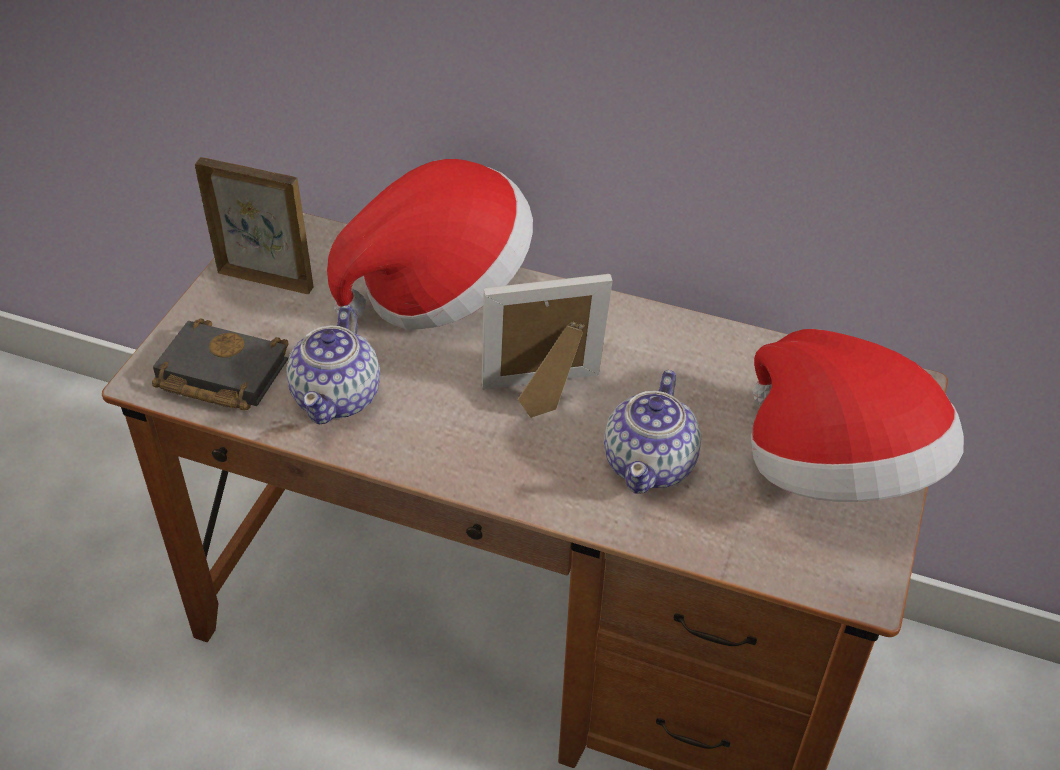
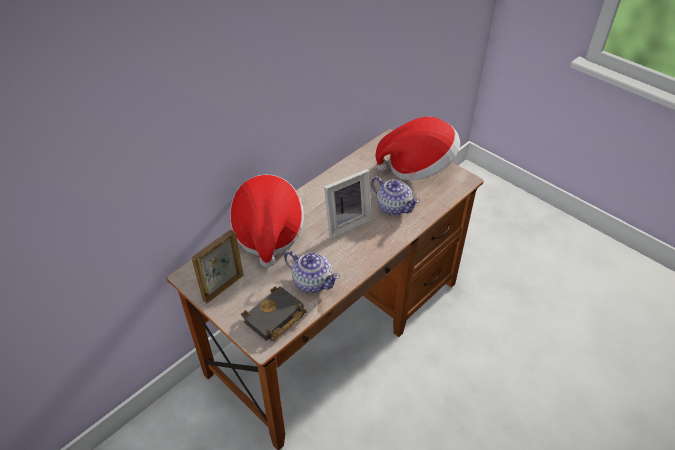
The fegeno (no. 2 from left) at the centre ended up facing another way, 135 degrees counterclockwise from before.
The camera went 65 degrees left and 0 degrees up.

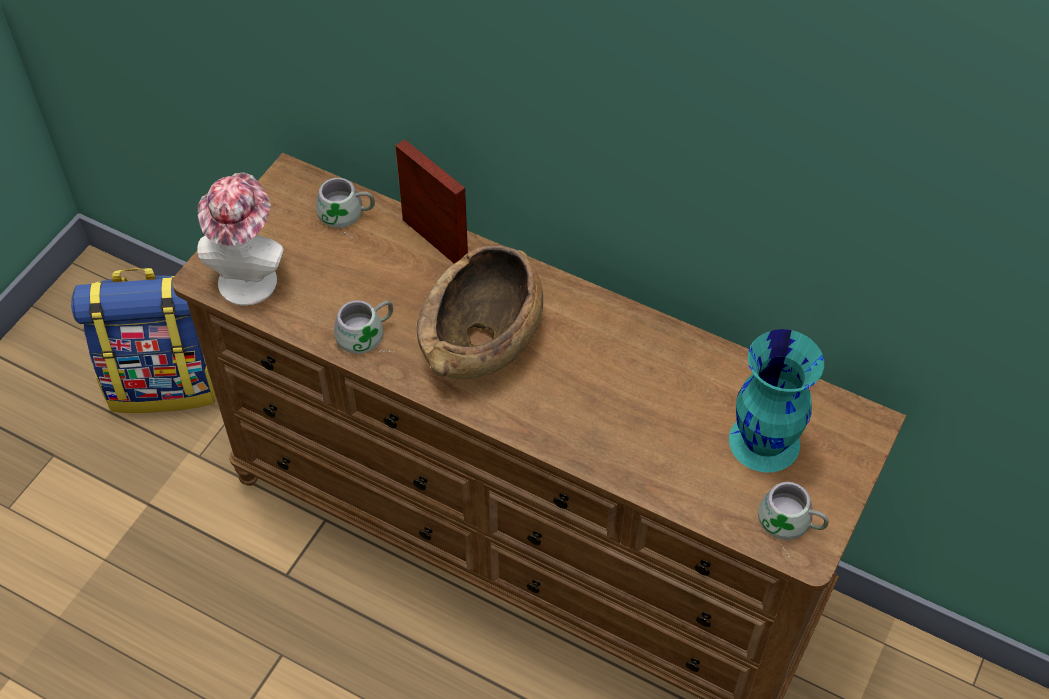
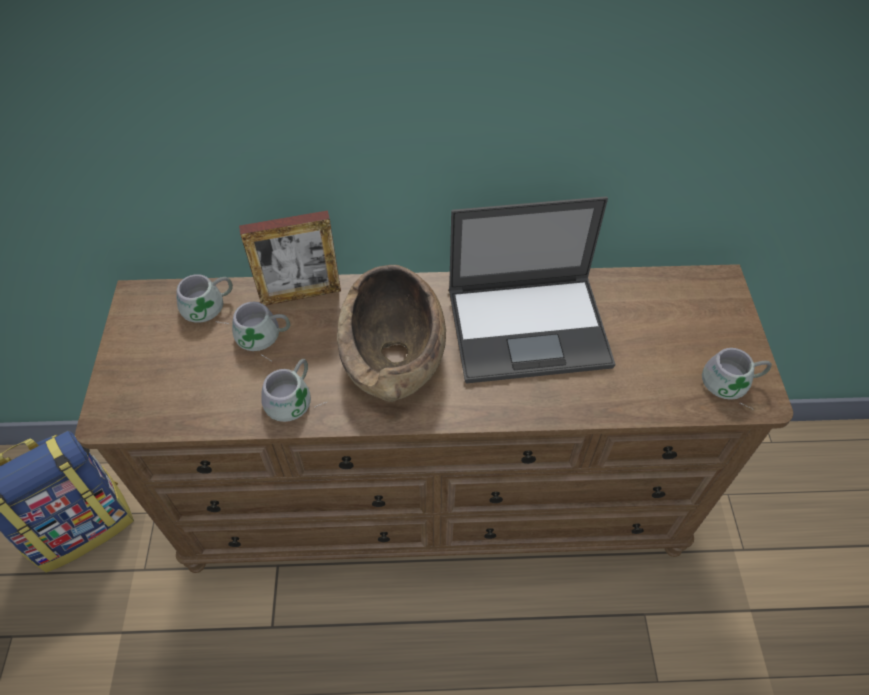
The second view gained the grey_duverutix (no. 2 from left) at the middle left.
The fegeno at the top centre ended up facing another way, 150 degrees clockwise from before.
The second view gained the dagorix at the centre.
The second view lost the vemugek at the middle left.
The second view lost the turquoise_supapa at the middle right.
The camera went 30 degrees left and 0 degrees up.

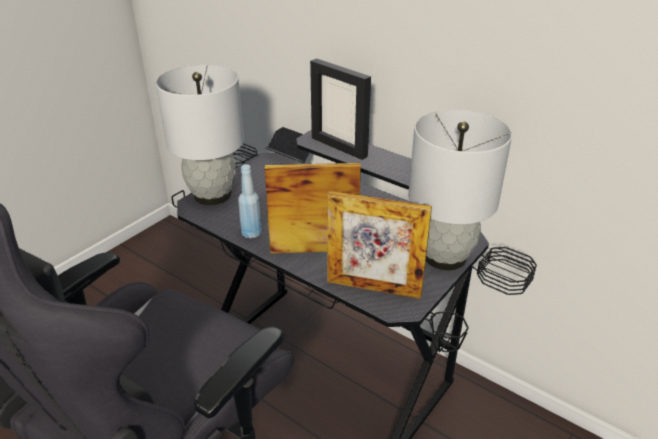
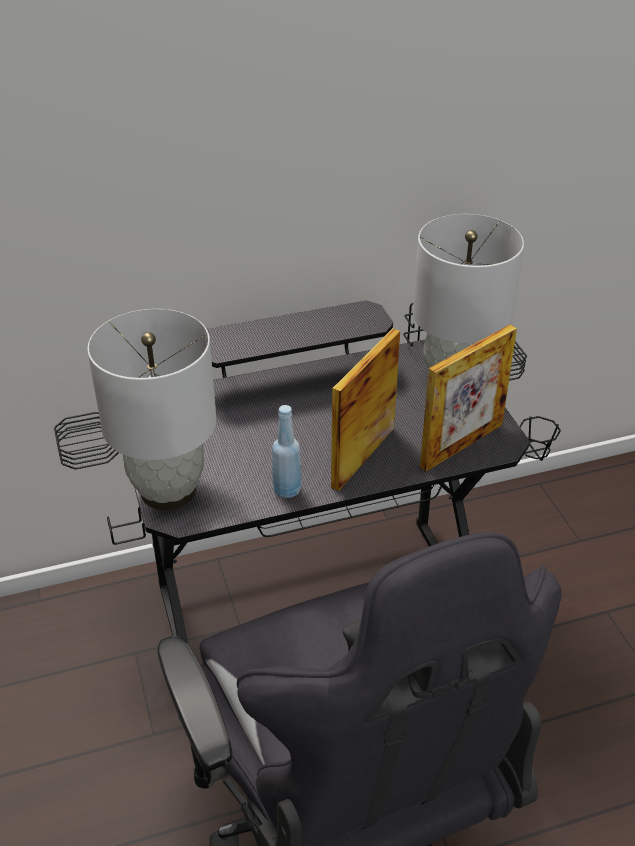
The second view lost the fegeno (no. 2 from left) at the top centre.
The camera went 55 degrees left and 5 degrees up.

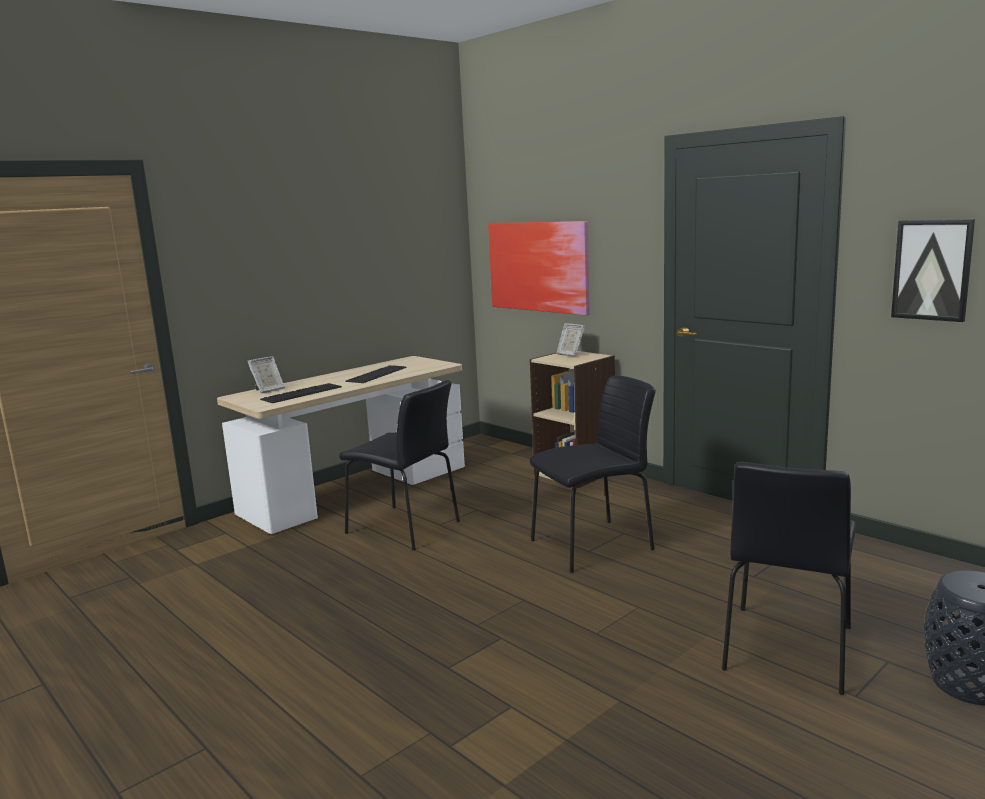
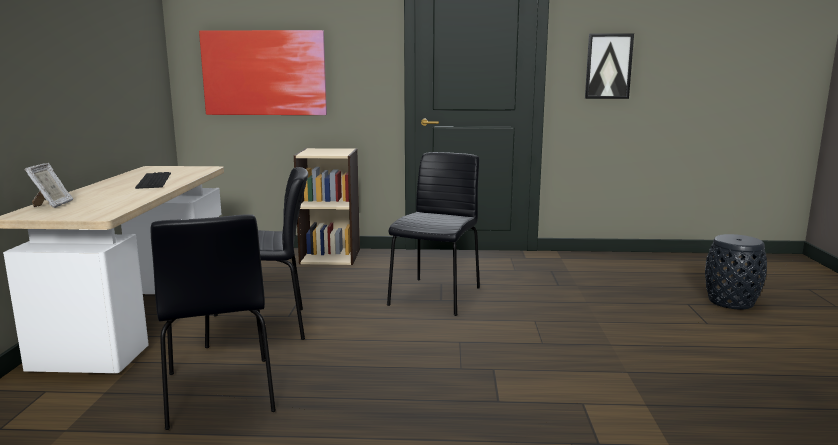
The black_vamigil (no. 3 from left in the first image) ended up elsewhere, having gone from the bottom right to the bottom left.
The second view lost the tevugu (no. 1 from left) at the middle left.
The second view lost the fegeno (no. 2 from left) at the centre.
The camera went 45 degrees left and 0 degrees up.

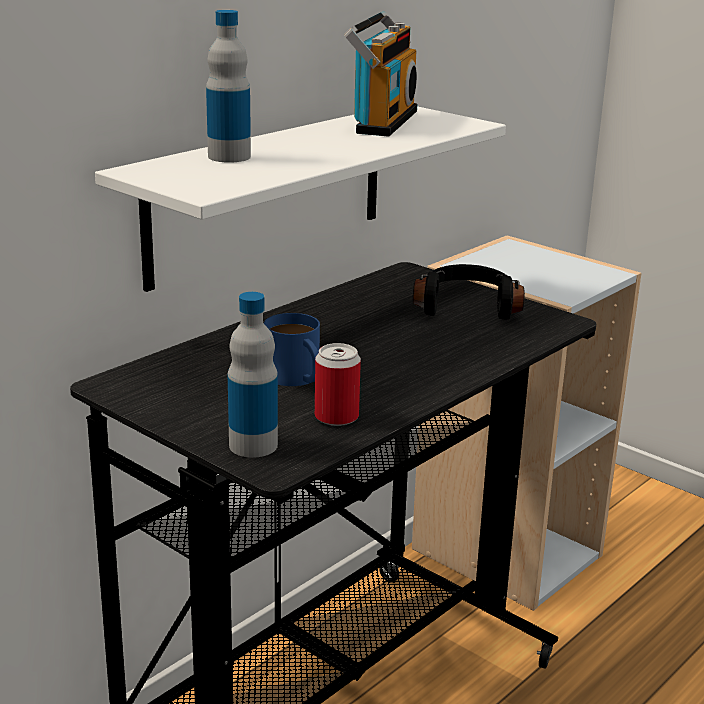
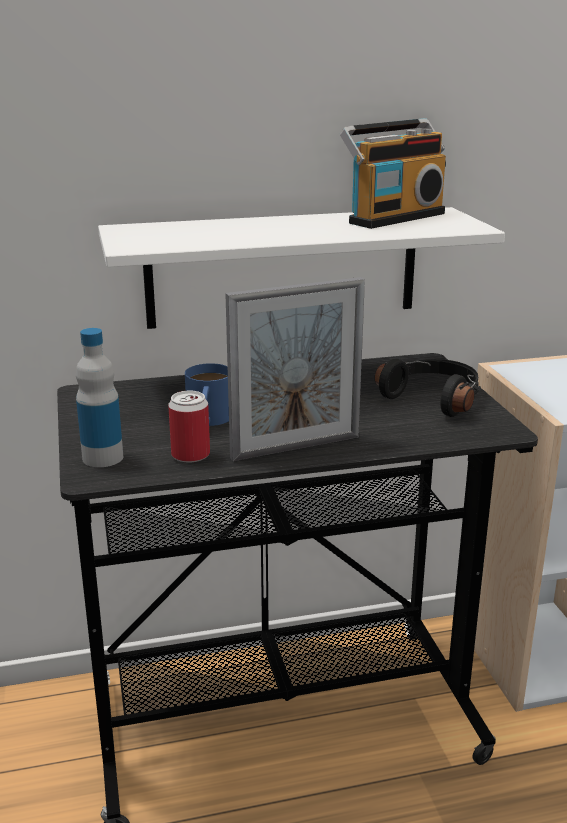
The second view gained the fegeno at the centre.
The second view lost the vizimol (no. 1 from left) at the top left.
The camera went 35 degrees right and 0 degrees up.

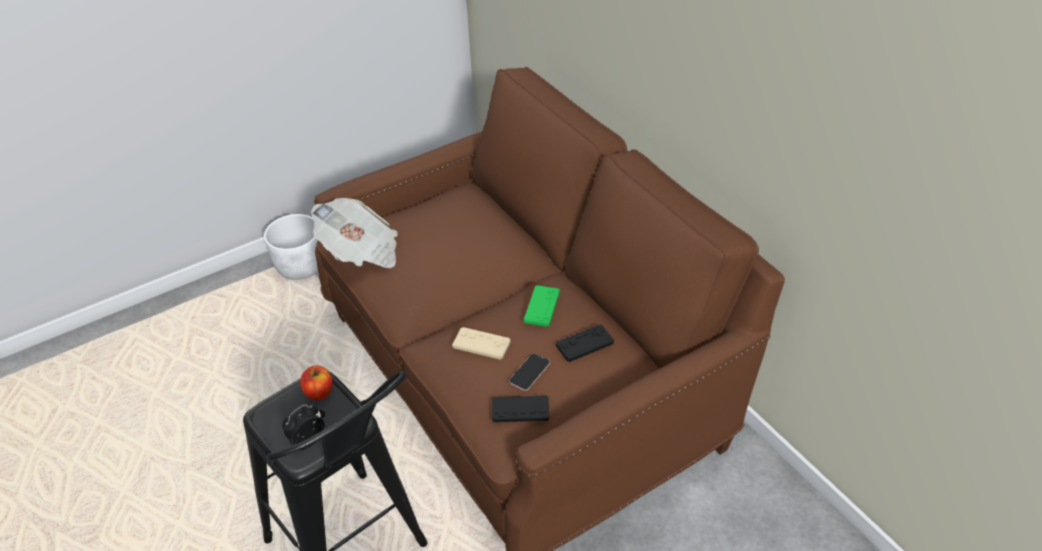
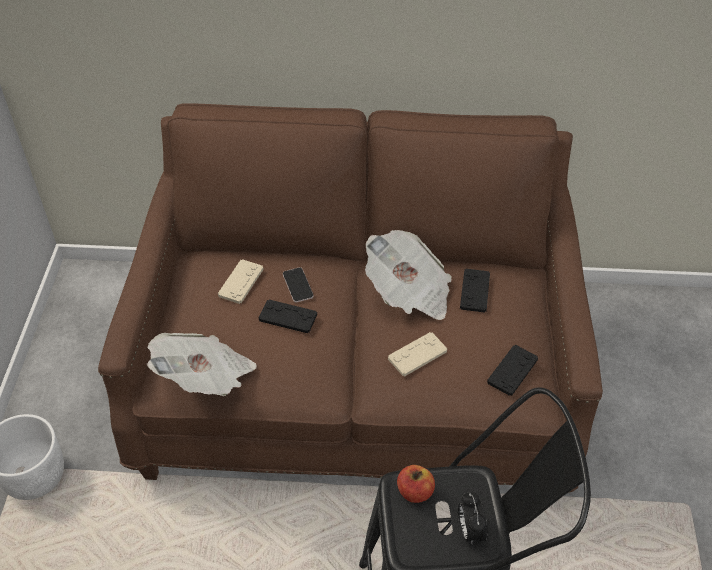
The second view gained the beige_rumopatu (no. 1 from left) at the centre.
The second view gained the black_rumopatu (no. 1 from left) at the centre.
The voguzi ended up elsewhere, having gone from the bottom centre to the centre.
Where the green_rumopatu stood at the centre, the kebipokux (no. 2 from left) came to stand at the centre.
The camera went 55 degrees left and 5 degrees up.

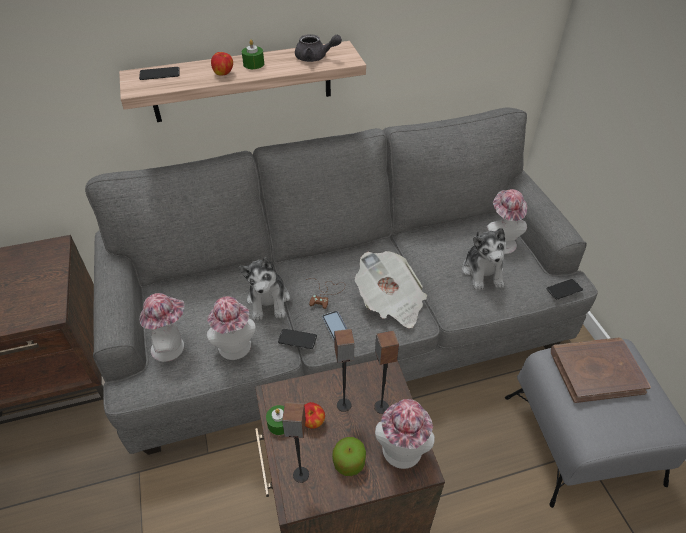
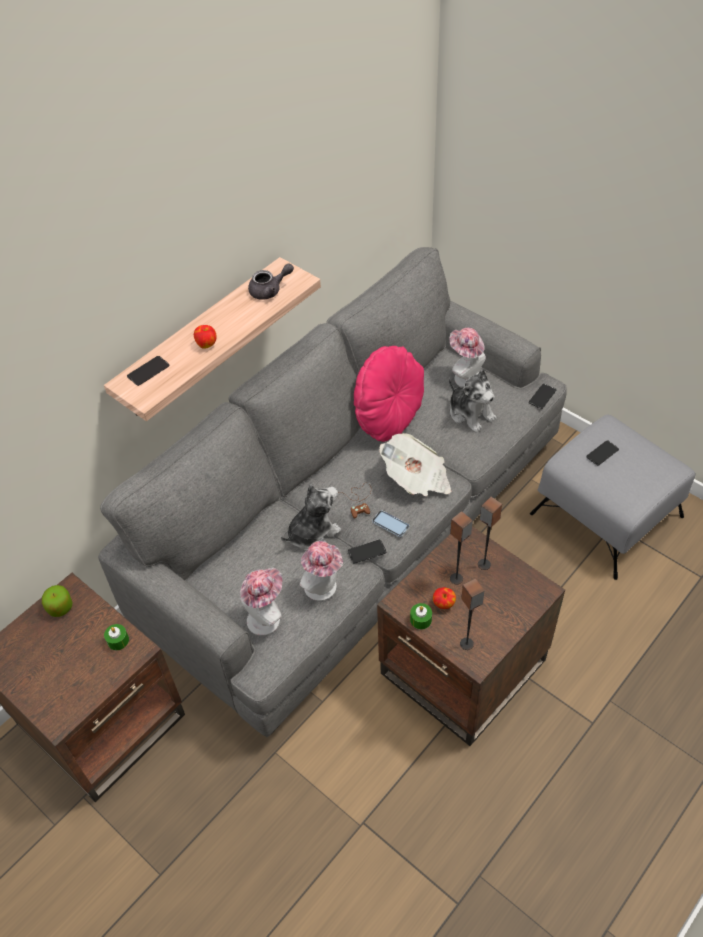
The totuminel (no. 3 from left in the first image) ended up elsewhere, having gone from the bottom centre to the middle left.
The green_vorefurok (no. 1 from left) ended up elsewhere, having gone from the top centre to the bottom left.
The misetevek (no. 1 from left) at the centre ended up facing another way, 90 degrees counterclockwise from before.
The second view gained the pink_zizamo at the centre.
Where the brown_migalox stood at the bottom right, the voguzi (no. 5 from left) came to stand at the middle right.
The second view lost the vemugek (no. 3 from left) at the bottom centre.
The camera went 30 degrees left and 5 degrees up.

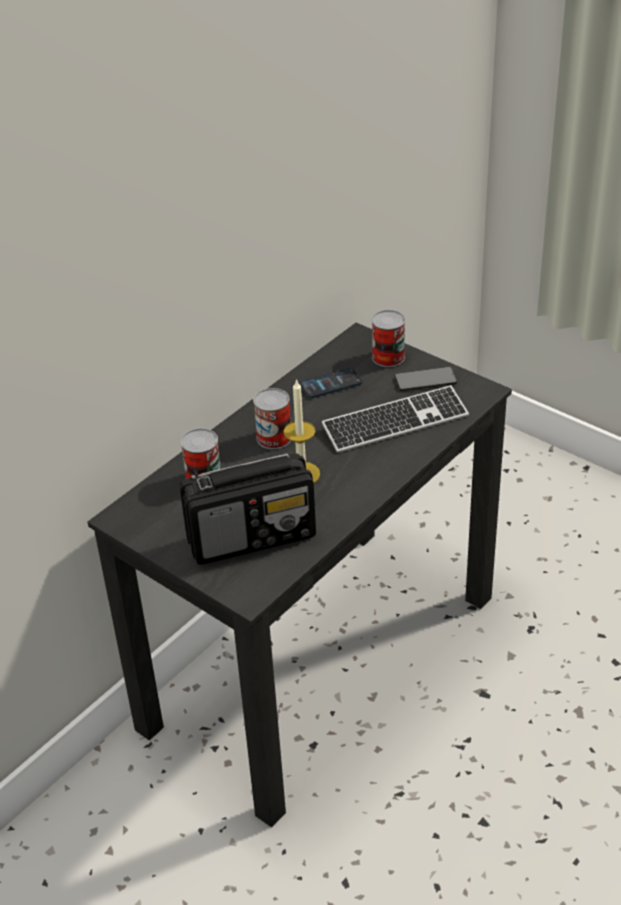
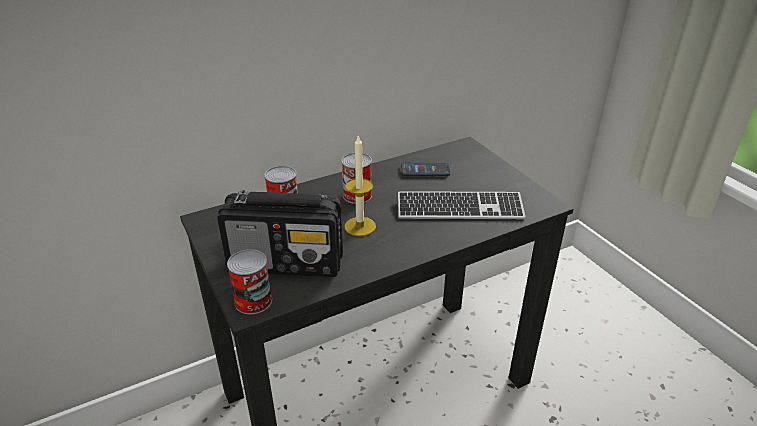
The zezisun (no. 3 from left in the first image) ended up elsewhere, having gone from the centre to the middle left.
The second view lost the voguzi (no. 2 from left) at the middle right.
The camera went 20 degrees right and 5 degrees down.

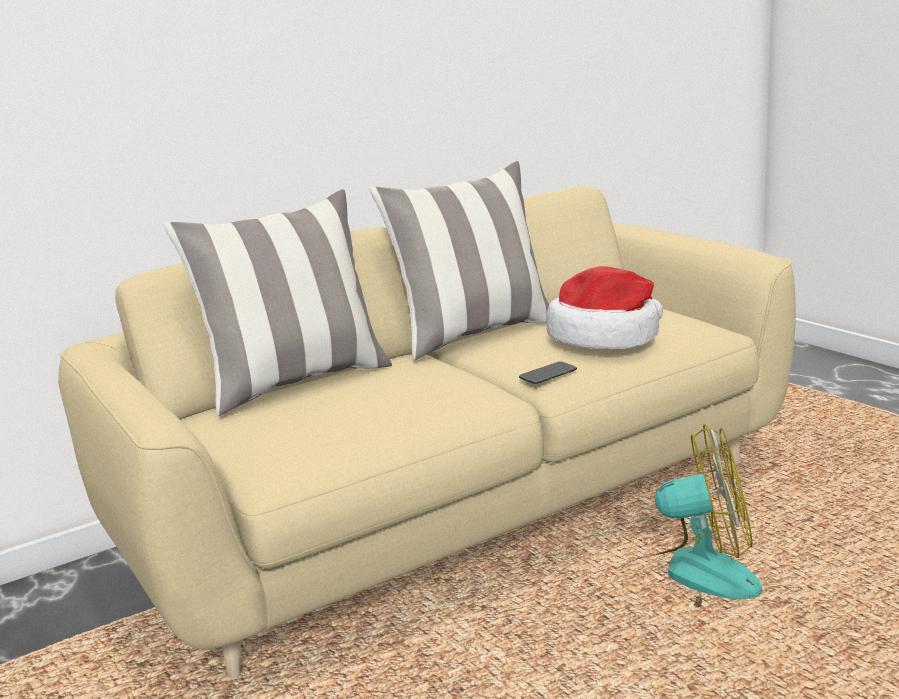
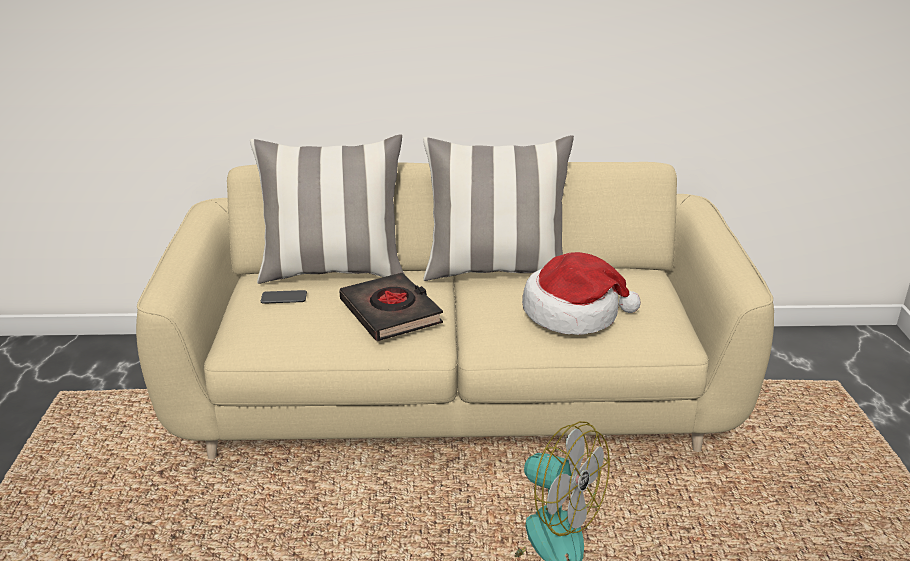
The voguzi ended up elsewhere, having gone from the centre to the middle left.
The second view gained the black_migalox at the centre.
The camera went 30 degrees right and 10 degrees up.

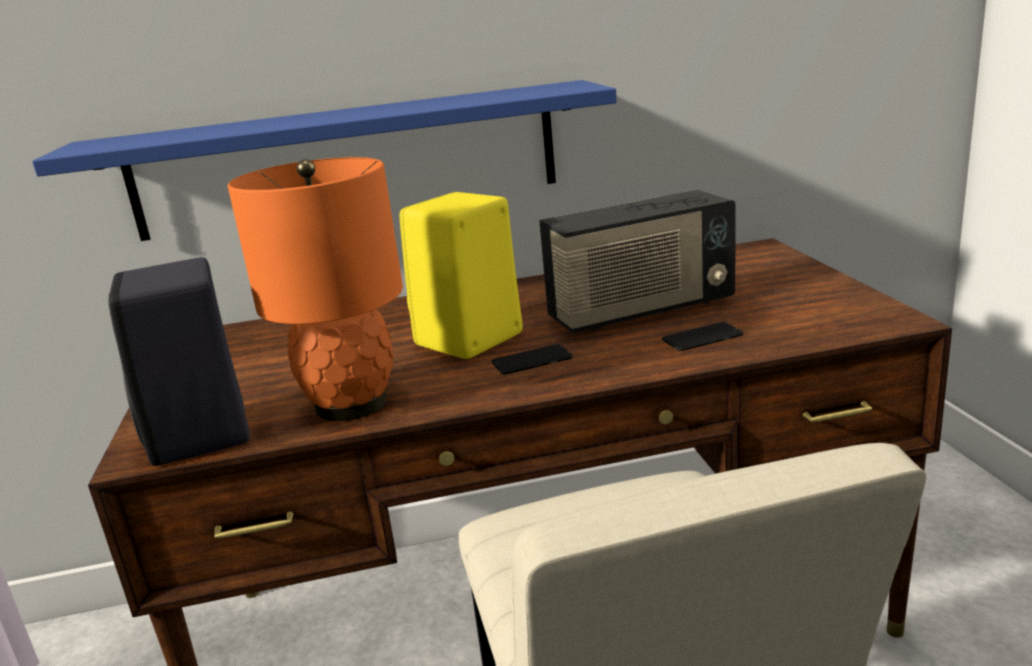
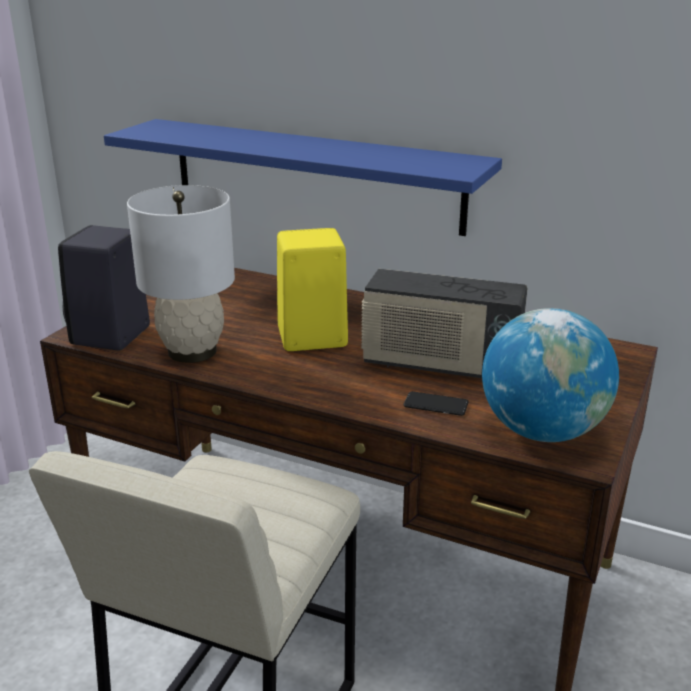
What was the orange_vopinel at the middle left turned into the white_vopinel at the middle left.
The second view gained the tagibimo at the middle right.
The second view lost the voguzi (no. 1 from left) at the centre.
The camera went 35 degrees right and 5 degrees up.

